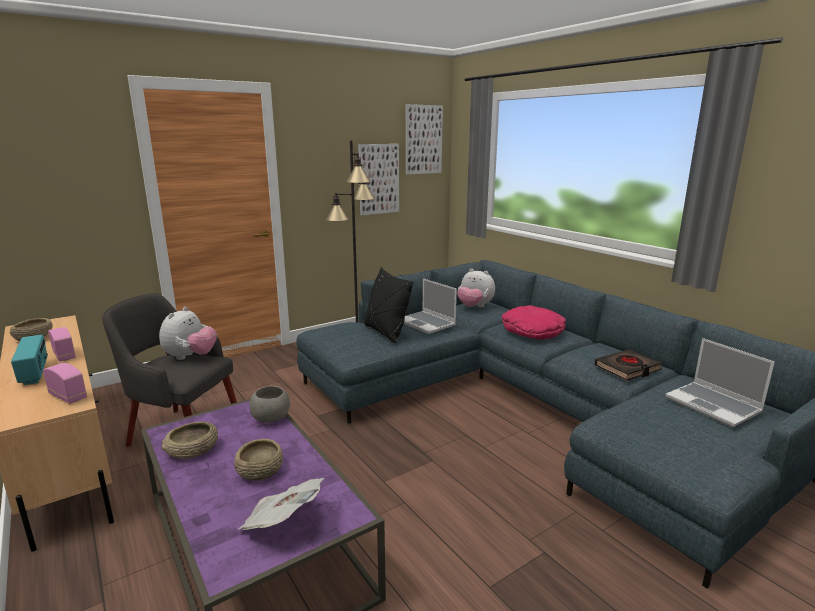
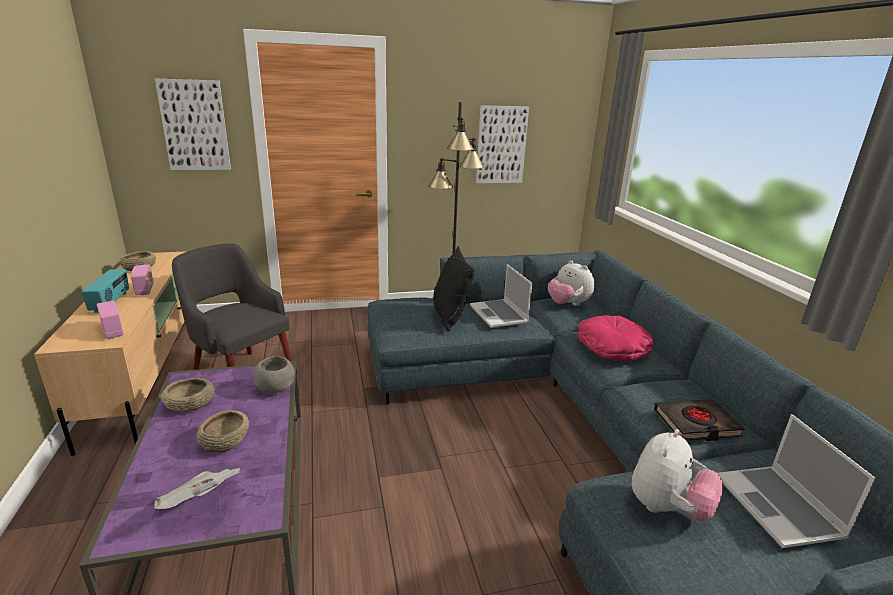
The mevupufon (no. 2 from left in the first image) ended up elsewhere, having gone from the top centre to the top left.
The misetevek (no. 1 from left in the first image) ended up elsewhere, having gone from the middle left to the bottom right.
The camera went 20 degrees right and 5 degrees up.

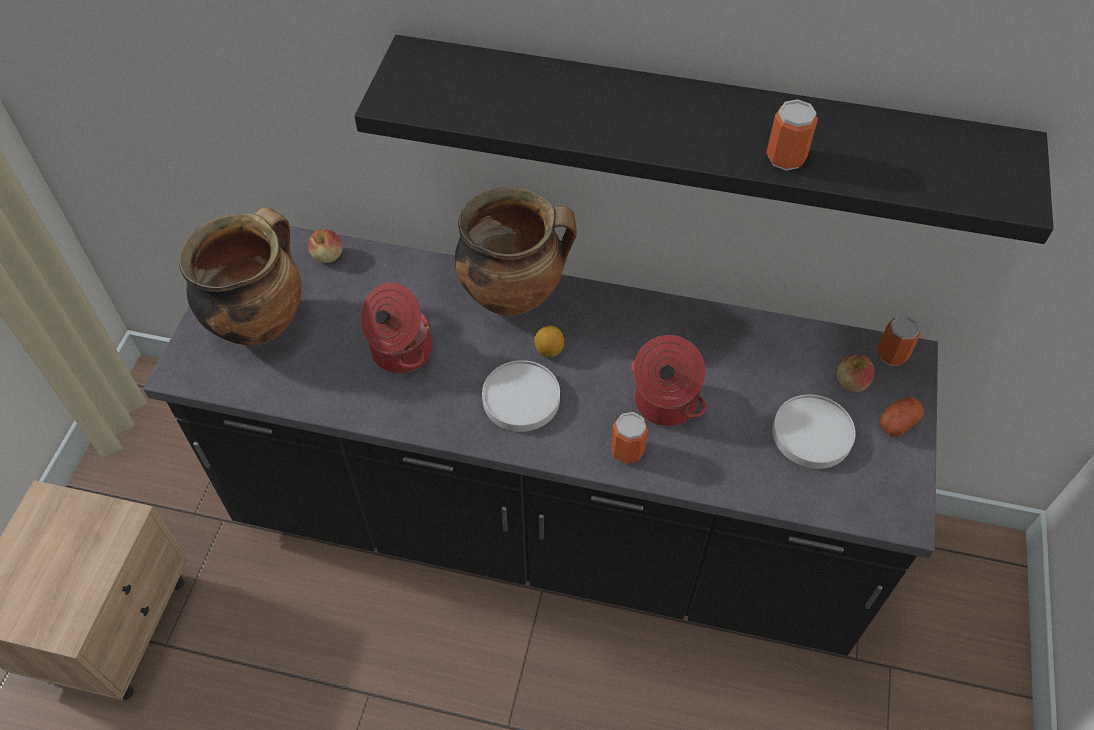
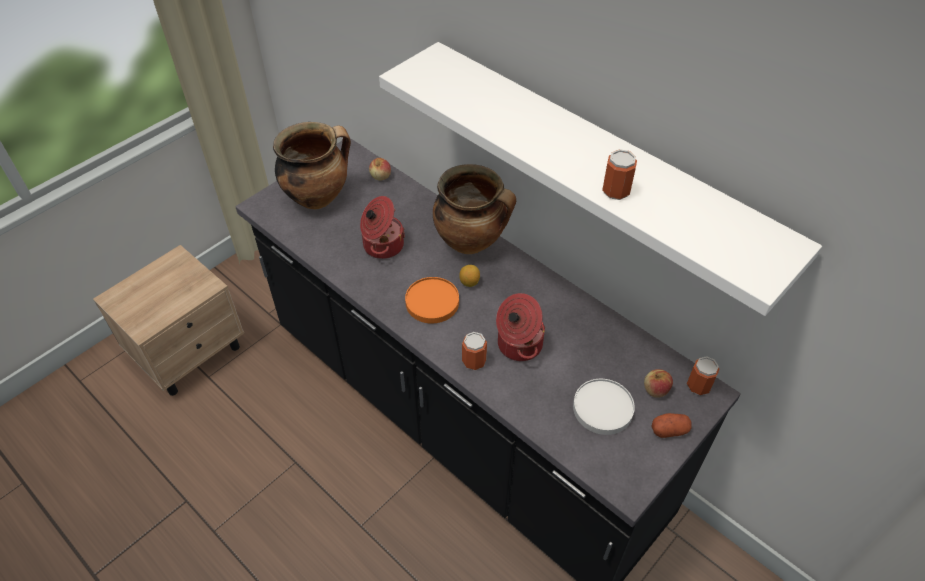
What was the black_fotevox at the top centre turned into the white_fotevox at the top centre.
What was the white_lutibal (no. 1 from left) at the centre turned into the orange_lutibal at the centre.
The camera went 30 degrees right and 5 degrees down.

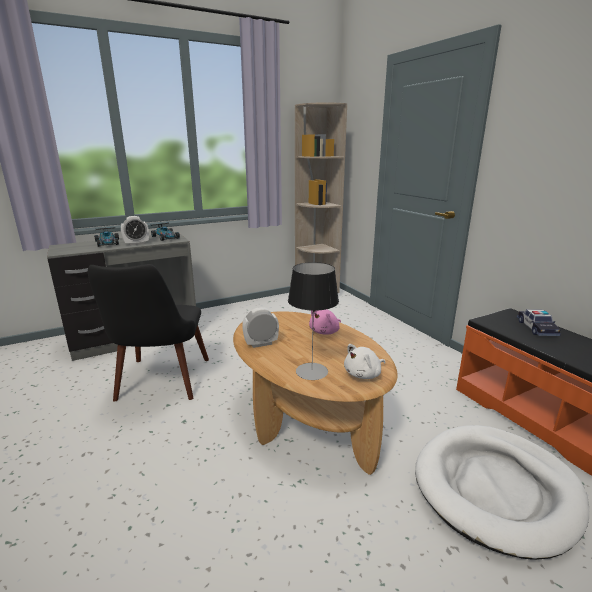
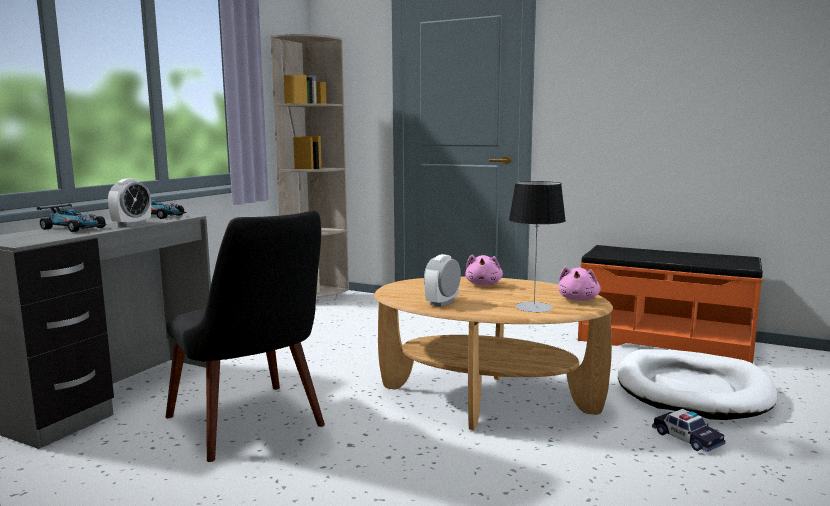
What was the white_misetevek at the centre turned into the pink_misetevek (no. 2 from left) at the middle right.
The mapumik (no. 3 from left) ended up elsewhere, having gone from the middle right to the bottom right.
The camera went 35 degrees left and 10 degrees down.

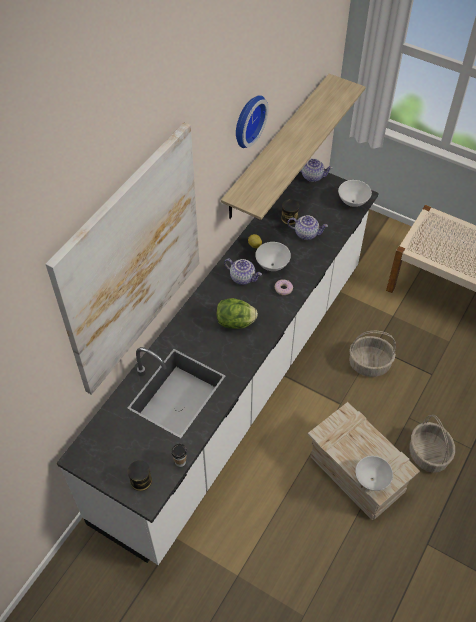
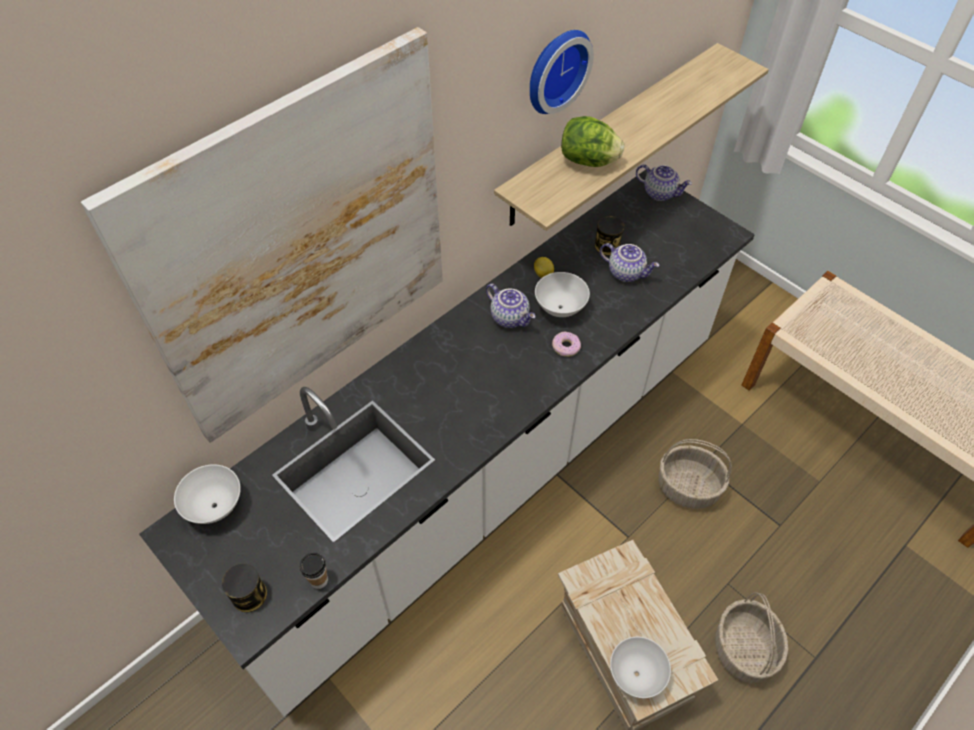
The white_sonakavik (no. 2 from left in the first image) ended up elsewhere, having gone from the top right to the bottom left.
The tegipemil ended up elsewhere, having gone from the centre to the top centre.
The camera went 15 degrees right and 0 degrees up.

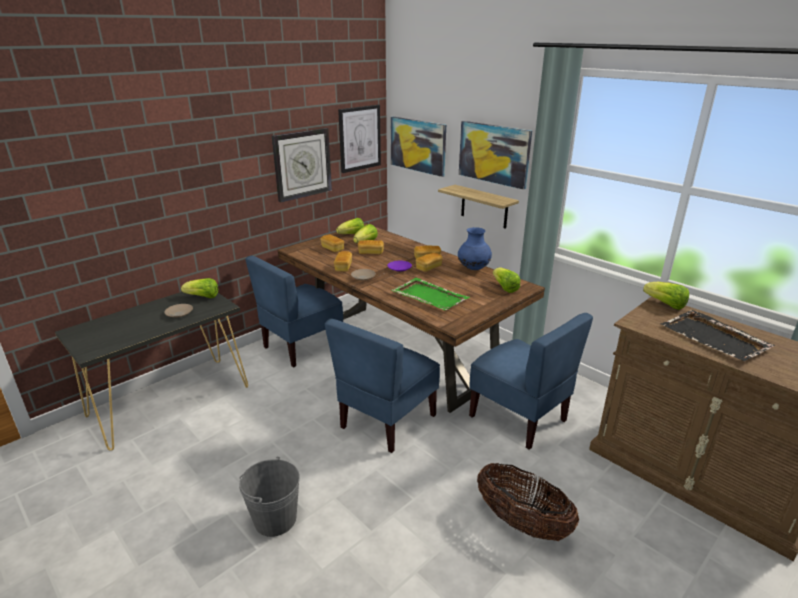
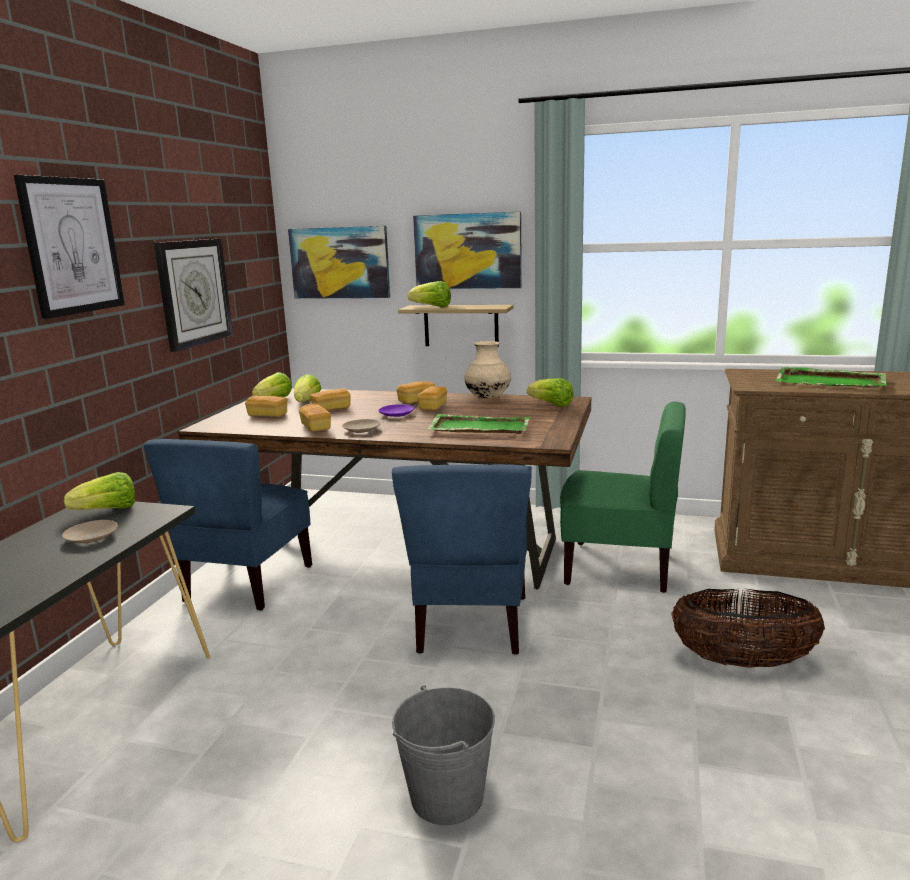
The mevupufon (no. 1 from left) ended up elsewhere, having gone from the top centre to the top left.
The tegipemil (no. 5 from left in the first image) ended up elsewhere, having gone from the middle right to the centre.
What was the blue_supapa at the centre turned into the beige_supapa at the centre.
What was the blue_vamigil (no. 3 from left) at the centre turned into the green_vamigil at the middle right.
What was the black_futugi at the middle right turned into the green_futugi (no. 2 from left) at the middle right.
The camera went 30 degrees left and 10 degrees down.

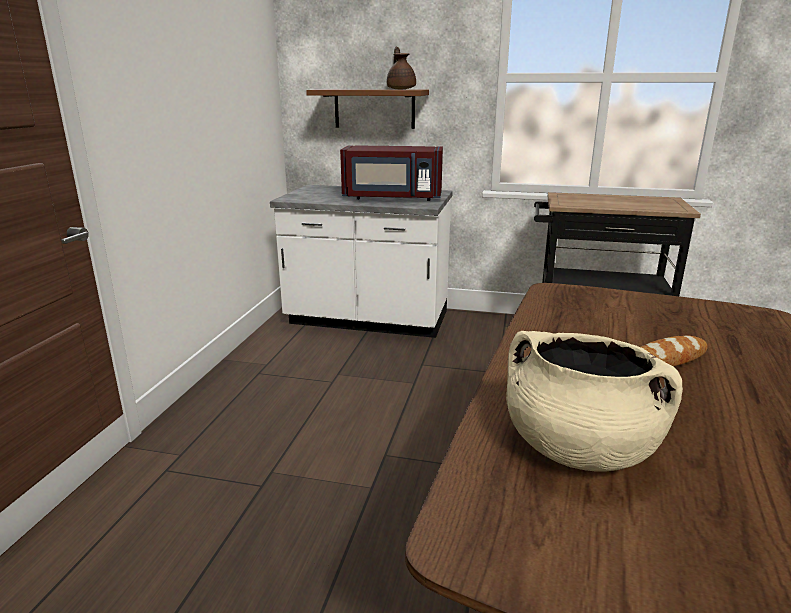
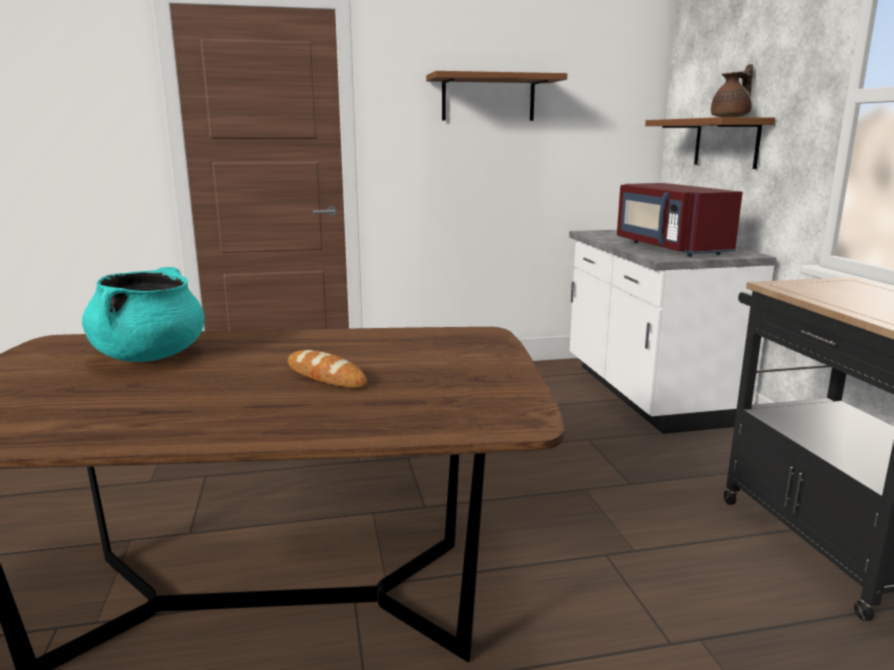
What was the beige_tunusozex at the middle right turned into the turquoise_tunusozex at the middle left.
The second view gained the brown_fotevox (no. 1 from left) at the top centre.
The camera went 65 degrees right and 5 degrees down.

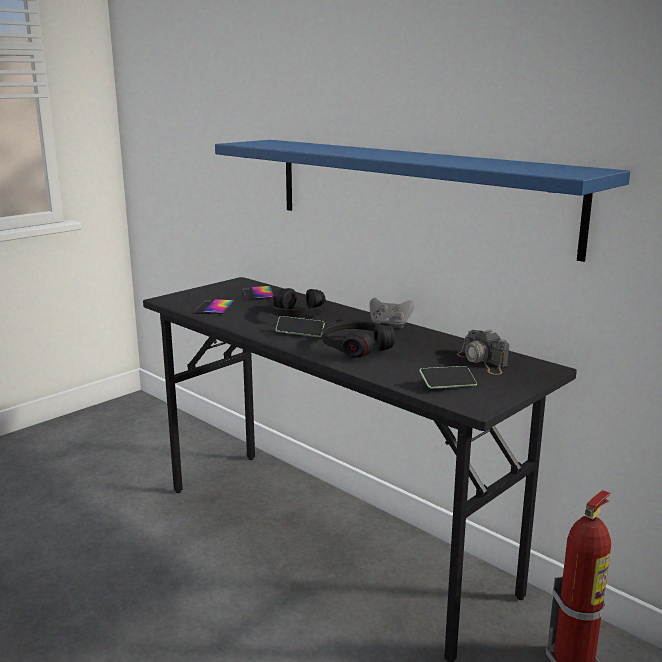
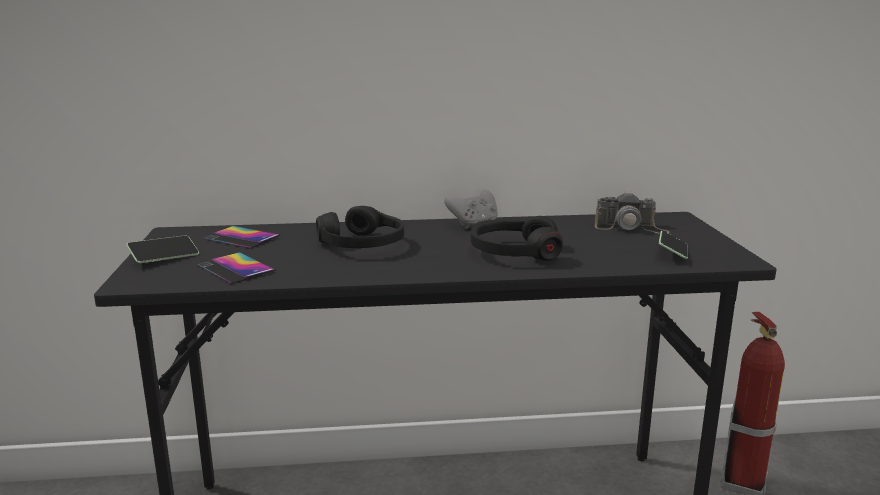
The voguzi (no. 3 from left in the first image) ended up elsewhere, having gone from the centre to the middle left.
The second view lost the blue_fotevox at the top centre.
The camera went 50 degrees left and 0 degrees up.

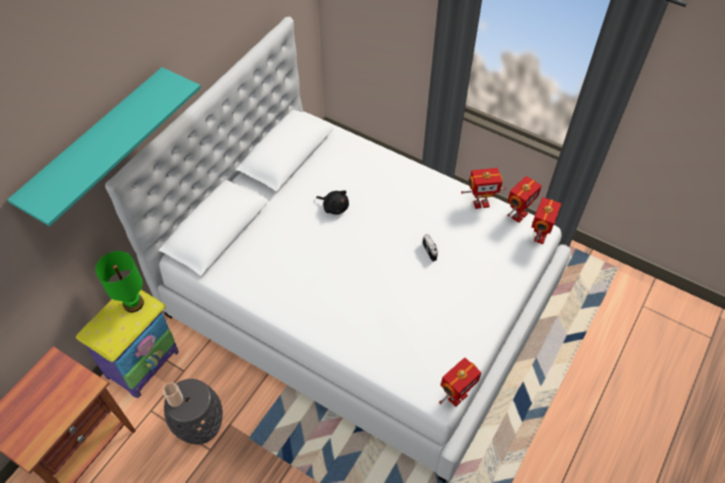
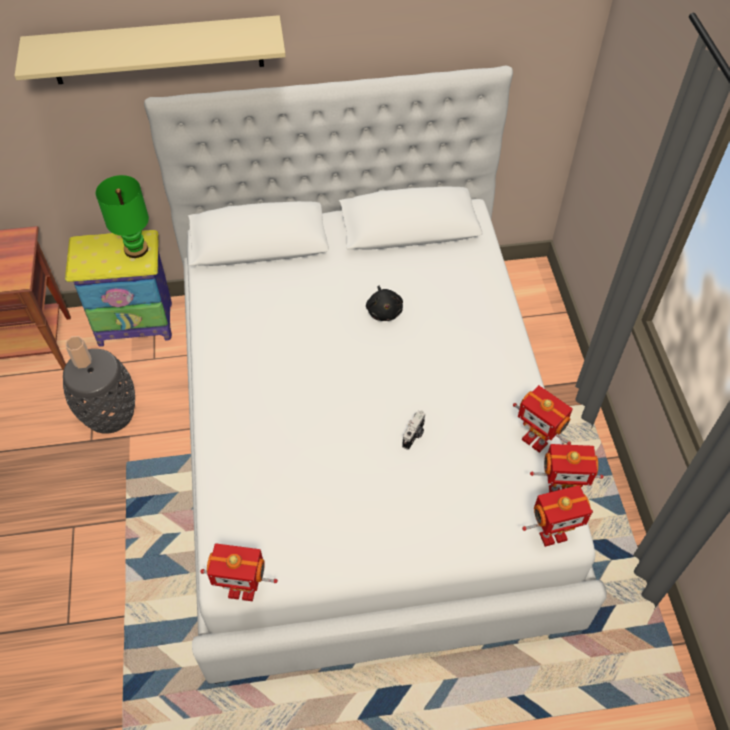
What was the turquoise_fotevox at the top left turned into the beige_fotevox at the top left.
The camera went 50 degrees right and 0 degrees up.

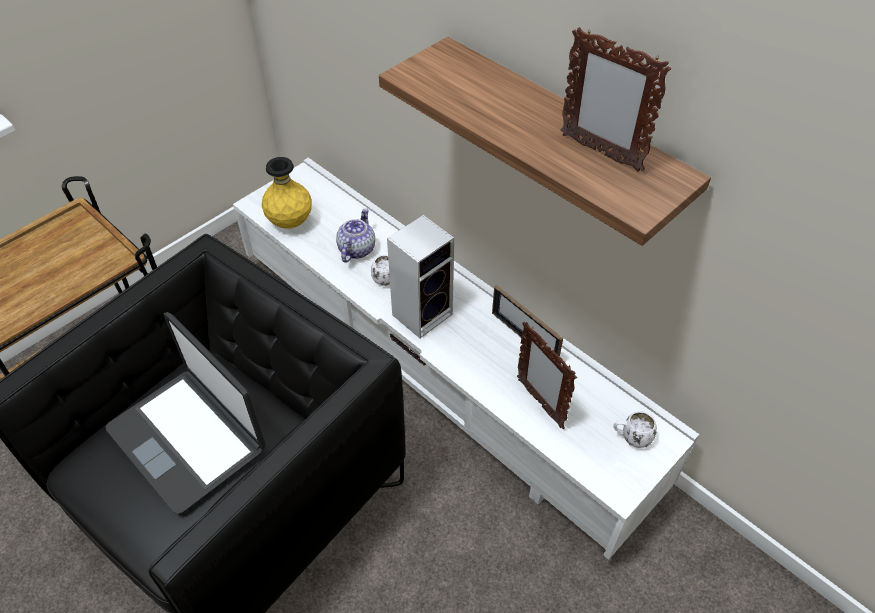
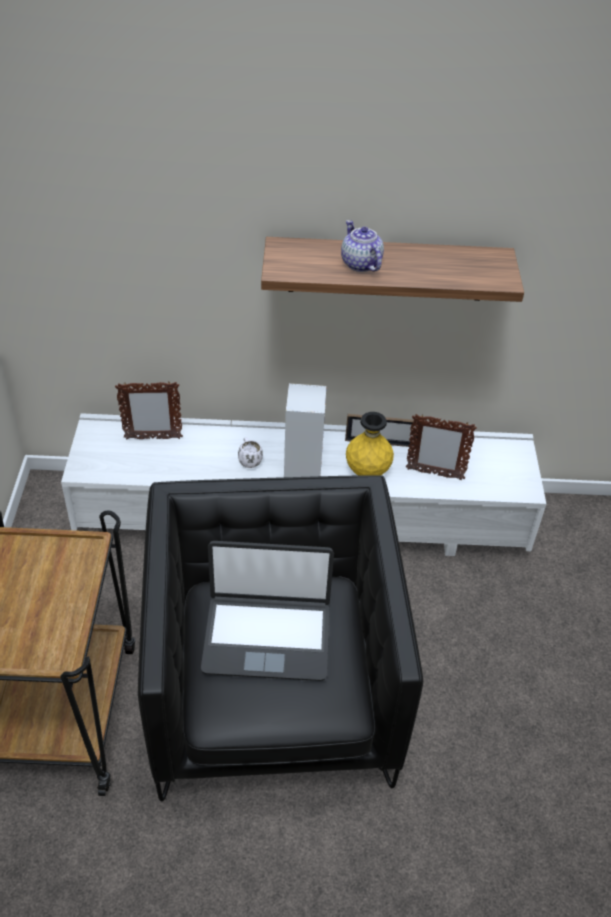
The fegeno (no. 3 from left in the first image) ended up elsewhere, having gone from the top right to the middle left.
The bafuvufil ended up elsewhere, having gone from the centre to the top centre.
The yellow_supapa ended up elsewhere, having gone from the top left to the centre.
The second view lost the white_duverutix (no. 2 from left) at the bottom right.
The camera went 45 degrees left and 5 degrees down.

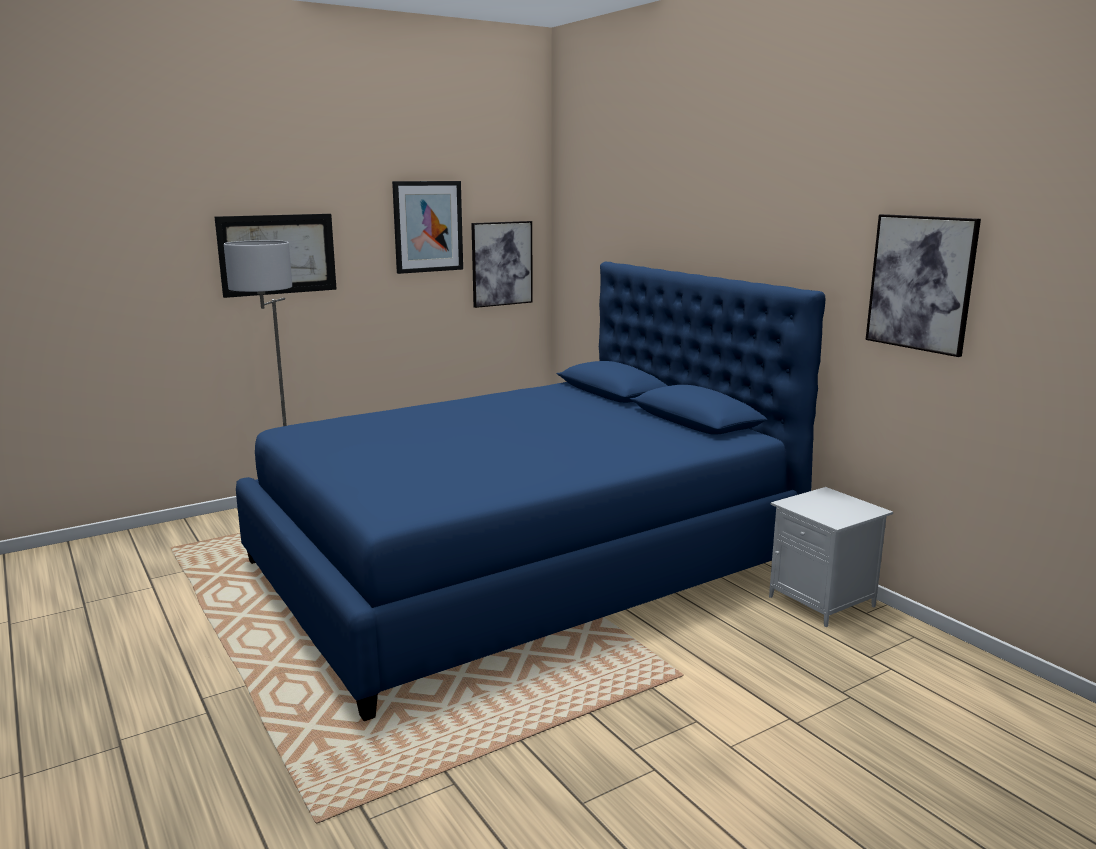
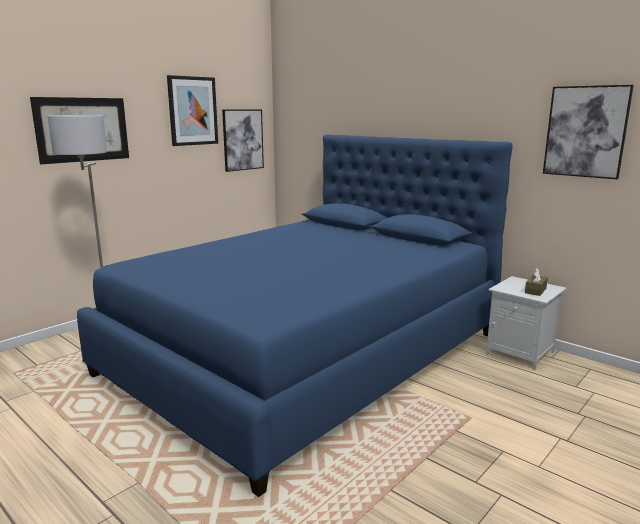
The second view gained the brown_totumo at the middle right.
The camera went 15 degrees left and 0 degrees up.

